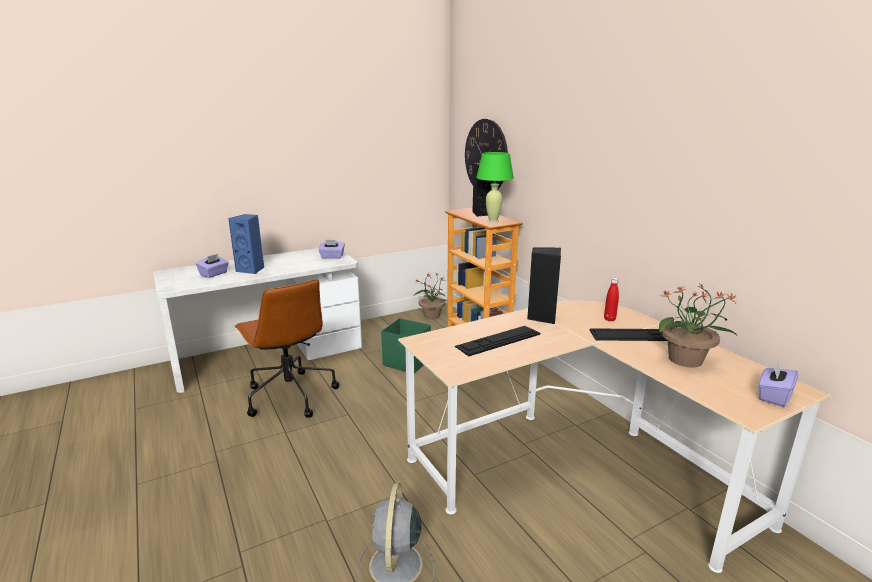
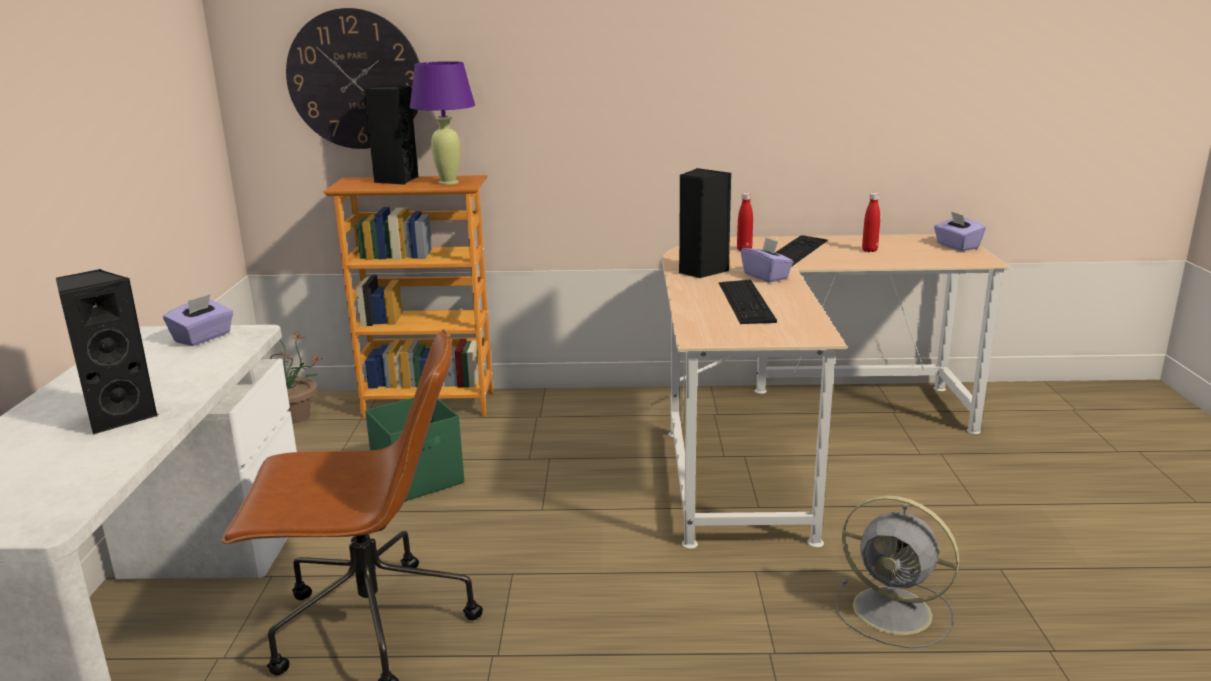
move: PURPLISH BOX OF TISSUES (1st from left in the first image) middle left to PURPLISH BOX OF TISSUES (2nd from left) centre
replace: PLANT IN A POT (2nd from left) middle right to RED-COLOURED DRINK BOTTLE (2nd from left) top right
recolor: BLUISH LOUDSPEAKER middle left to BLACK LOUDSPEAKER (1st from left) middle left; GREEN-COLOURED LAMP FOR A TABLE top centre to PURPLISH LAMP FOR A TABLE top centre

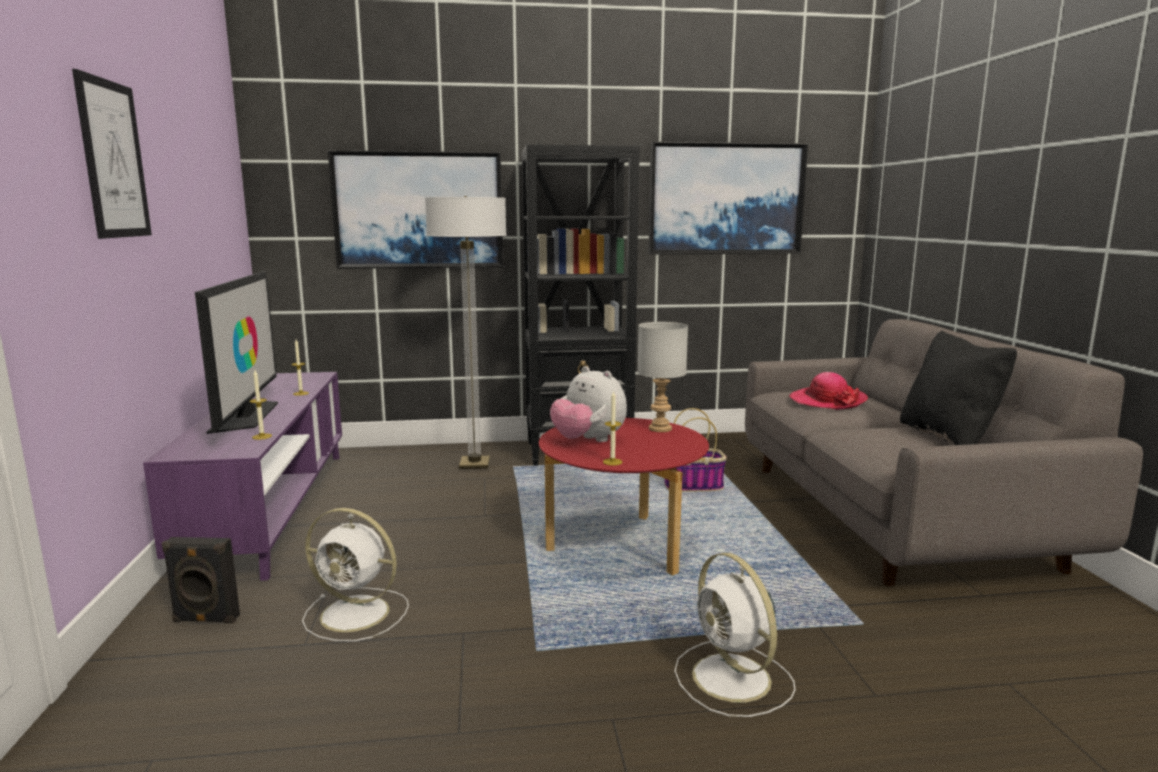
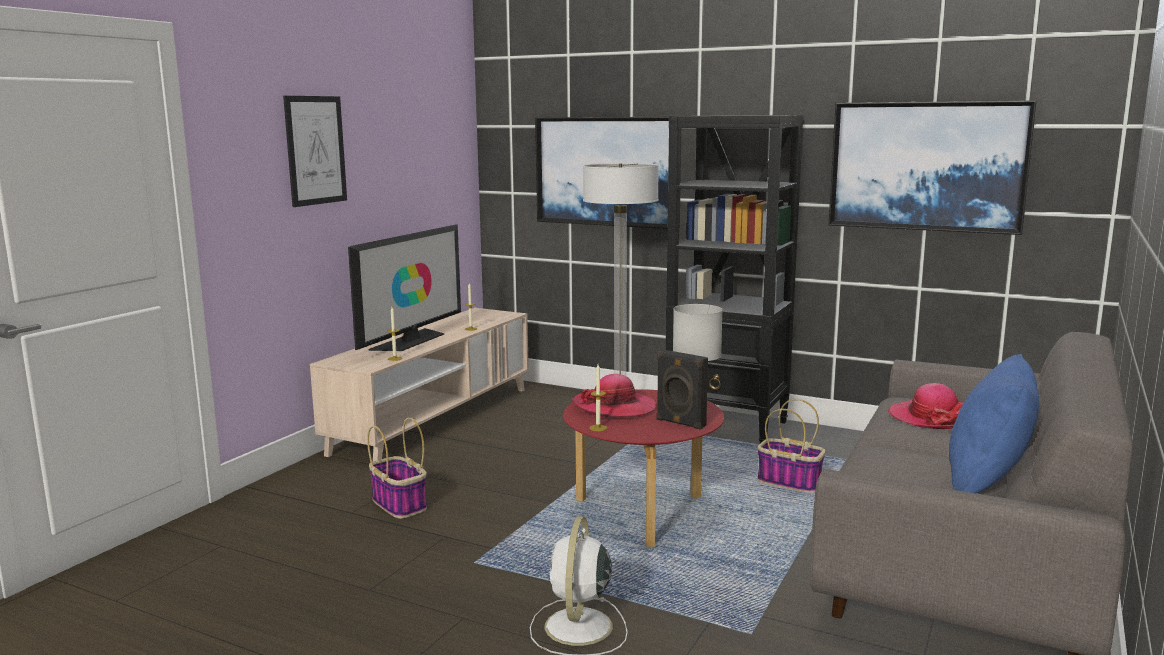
move: BLACK LOUDSPEAKER bottom left to centre
replace: WHITE-COLOURED COOLING FAN (1st from left) bottom left to HOUSEHOLD BASKET (1st from left) bottom centre; CUDDLY TOY centre to WEARABLE HAT (1st from left) centre
recolor: PURPLISH MEDIA CONSOLE middle left to BEIGE MEDIA CONSOLE centre; BLACK THROW PILLOW middle right to BLUISH THROW PILLOW middle right

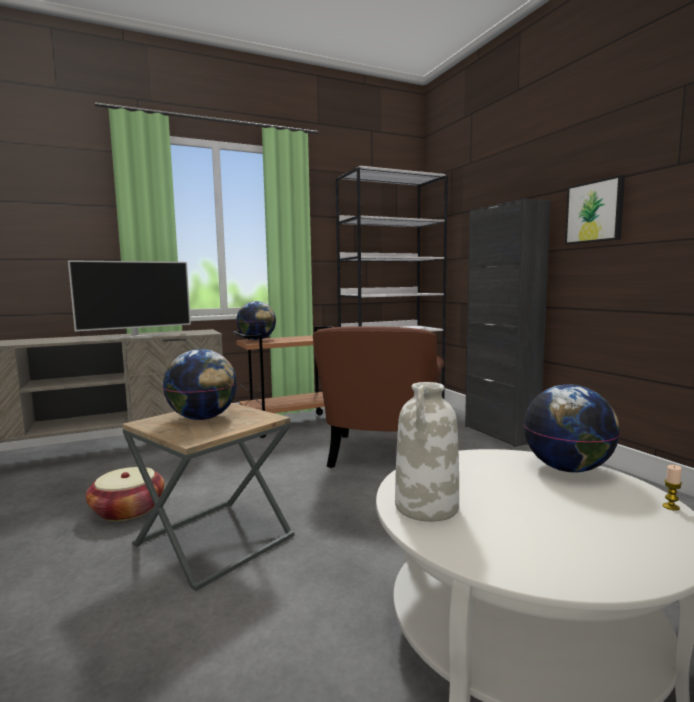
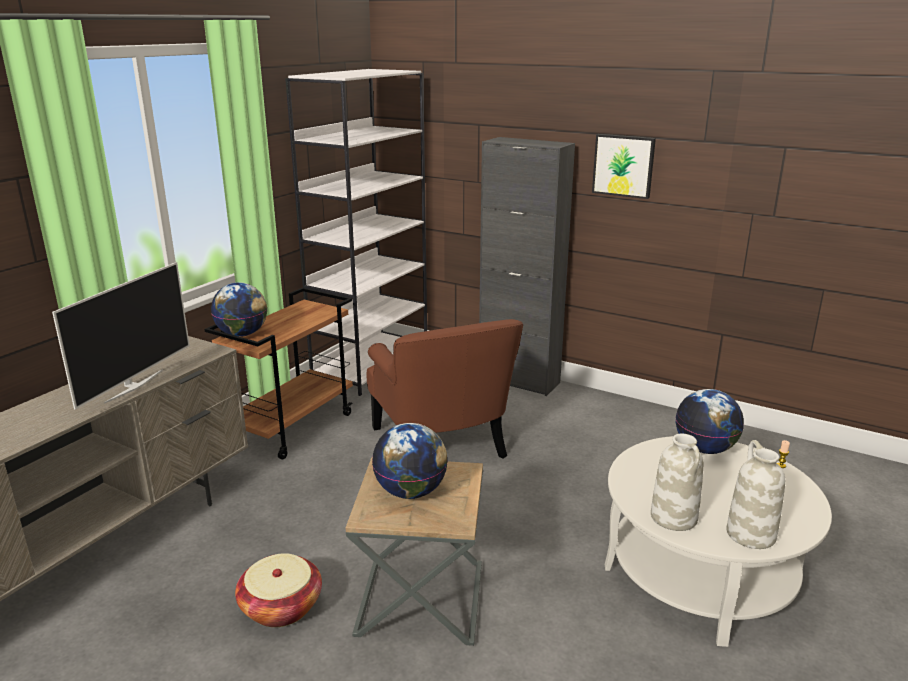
insert: WHITE-COLOURED VASE (2nd from left) bottom right

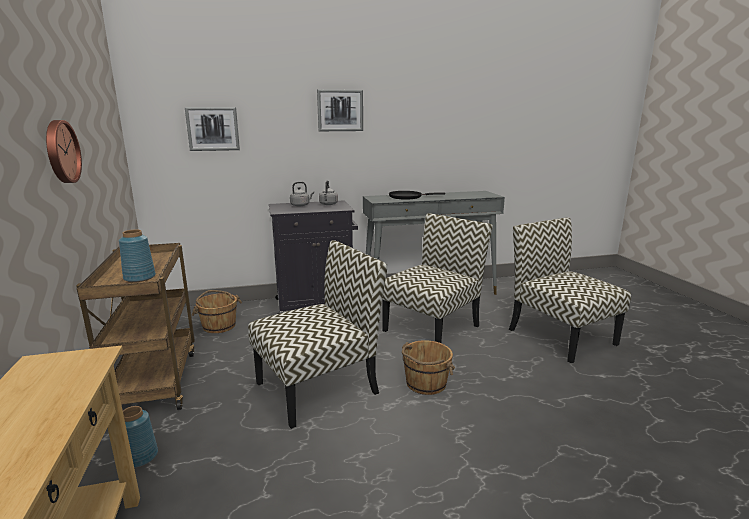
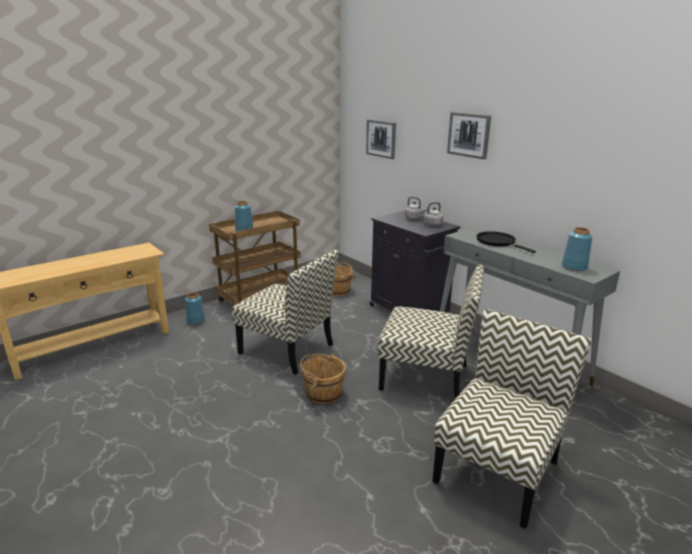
delete: HANGING CLOCK top left
insert: BLUISH VASE (3rd from left) middle right

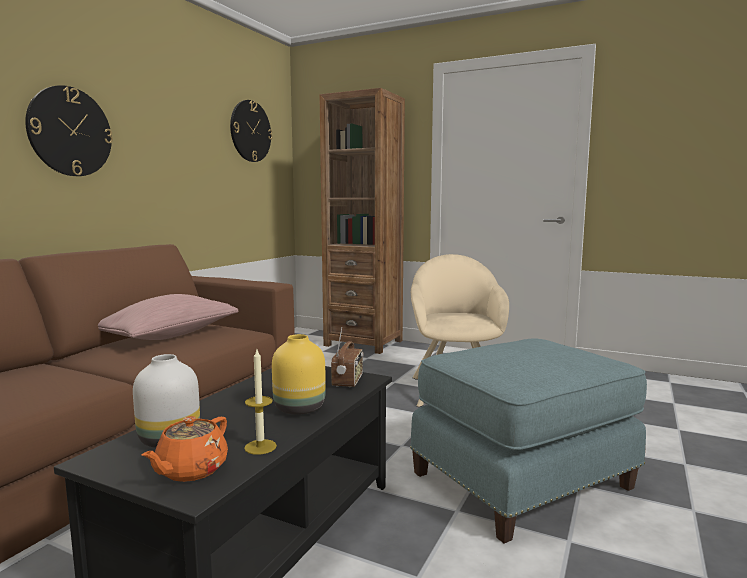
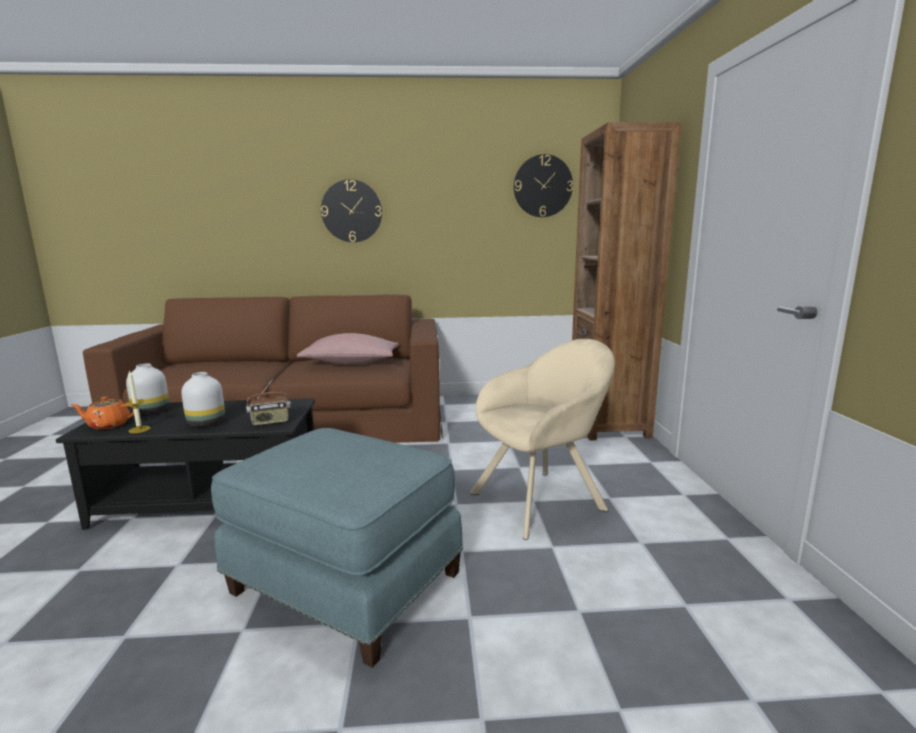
recolor: YELLOW-COLOURED VASE centre to WHITE-COLOURED VASE (2nd from left) middle left

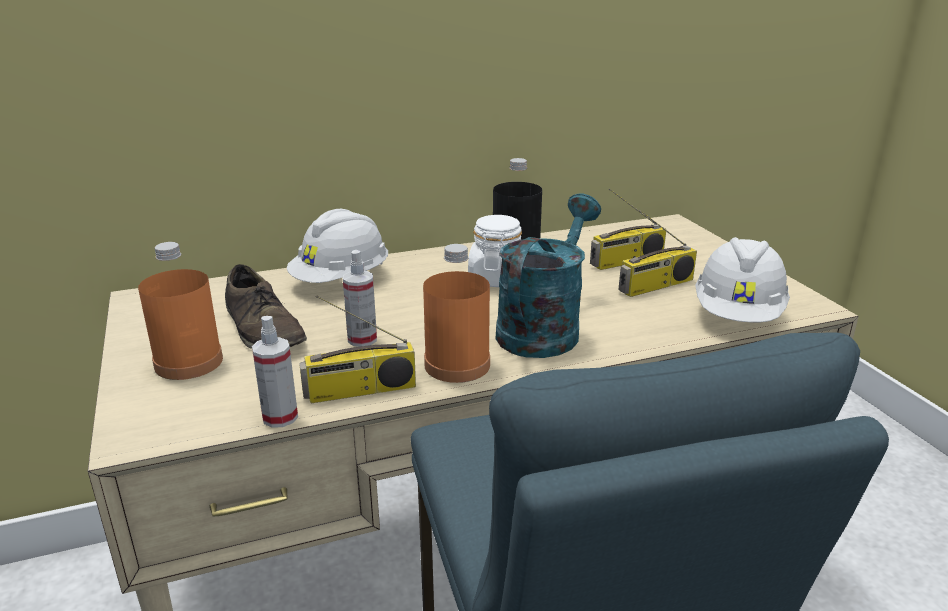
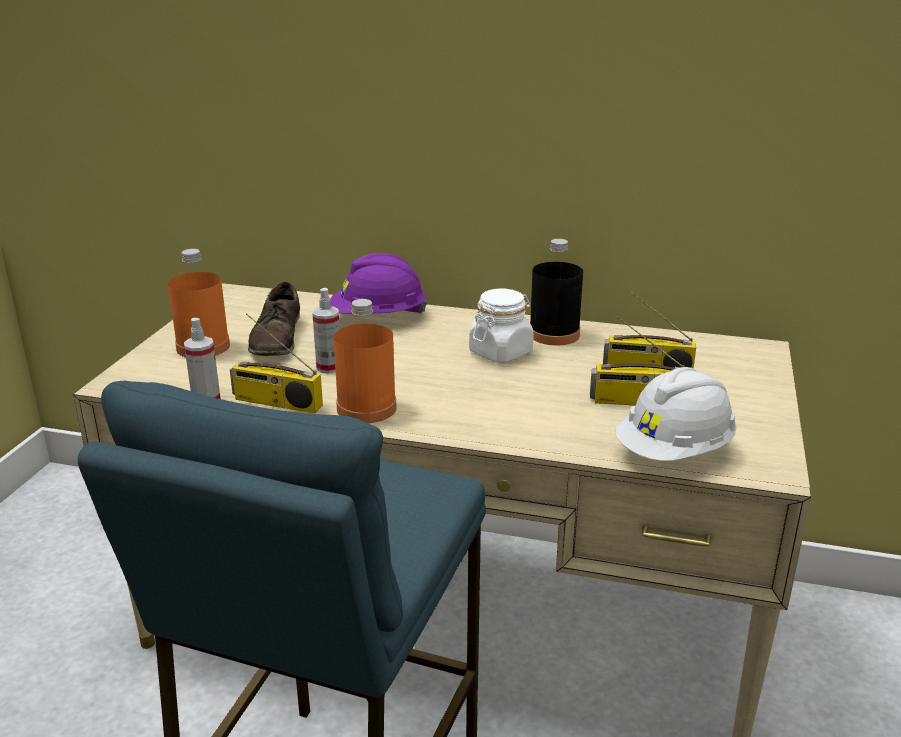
delete: TURQUOISE-COLOURED WATERING CAN centre
recolor: WHITE-COLOURED HARD HAT (1st from left) centre to PURPLISH HARD HAT centre

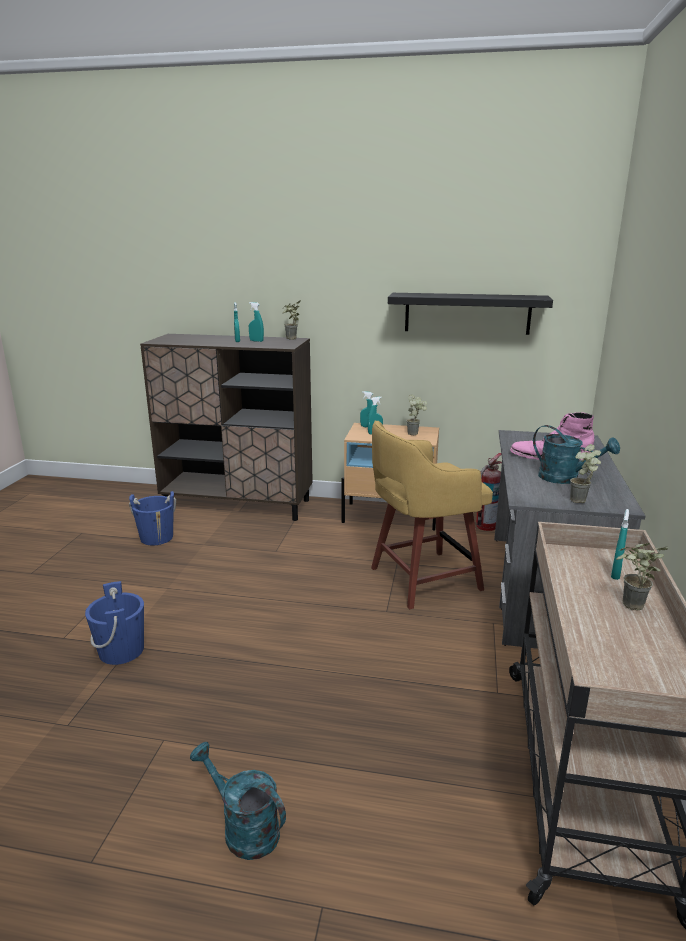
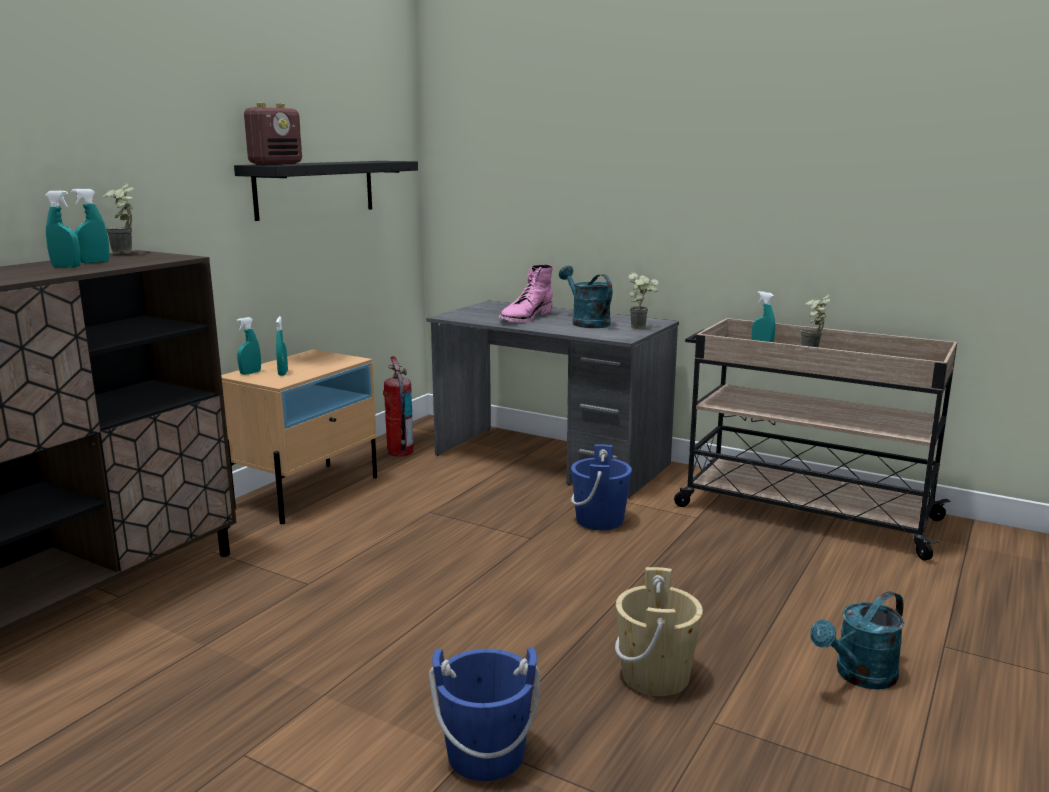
delete: YELLOW-COLOURED STOOL centre; PLANT IN A POT (2nd from left) centre
insert: RADIO SET top left; BEIGE PAIL bottom centre
move: BLUISH PAIL (2nd from left) middle left to centre
rotate: TURQUOISE-COLOURED WATERING CAN (2nd from left in the first image) middle right = centre 90 degrees counterclockwise

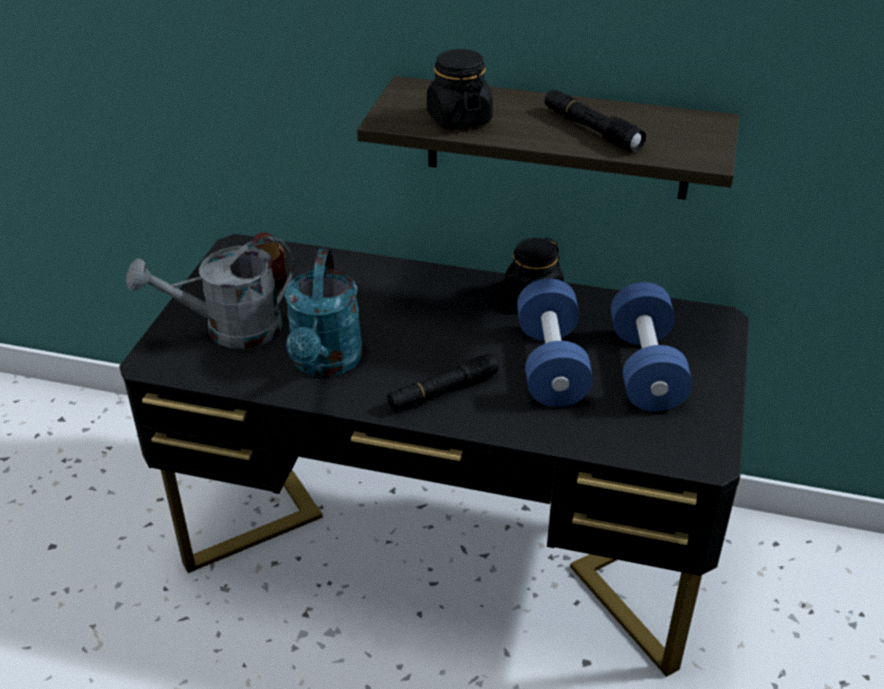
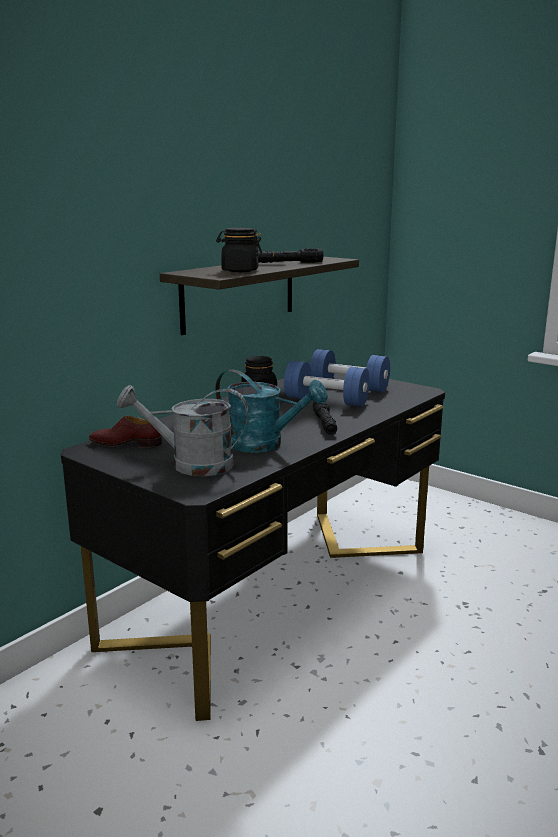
rotate: GREY WATERING CAN middle left = middle left 90 degrees clockwise

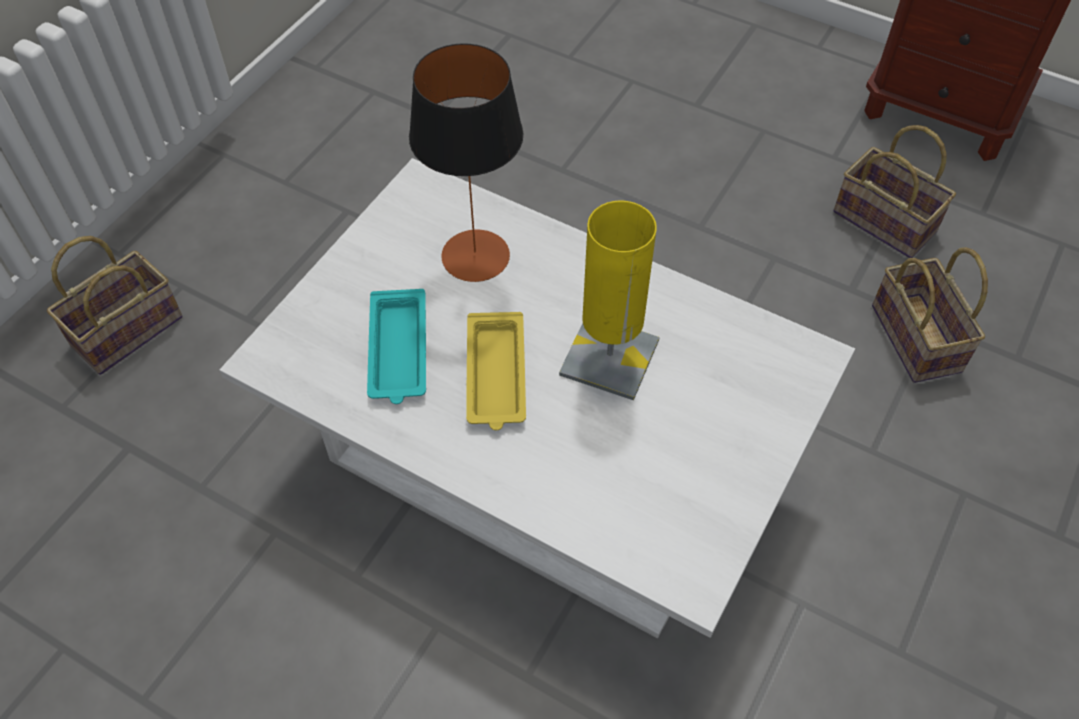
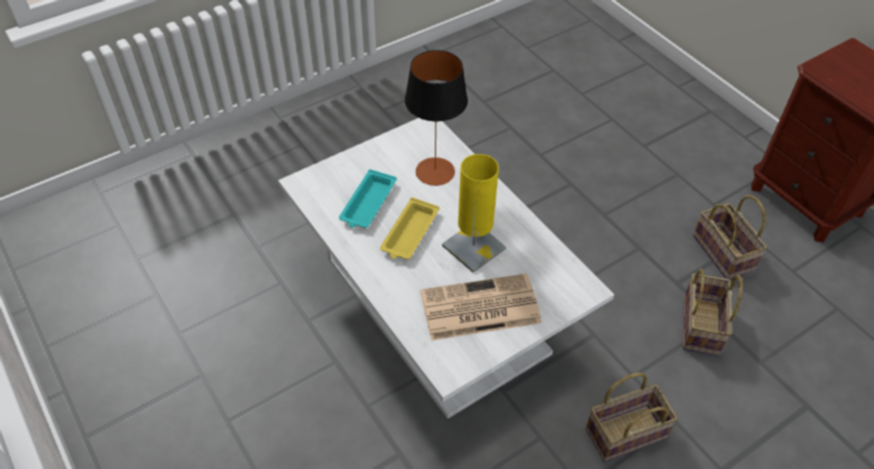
insert: PRINTED PAPER centre
move: HOUSEHOLD BASKET (1st from left) middle left to bottom right

